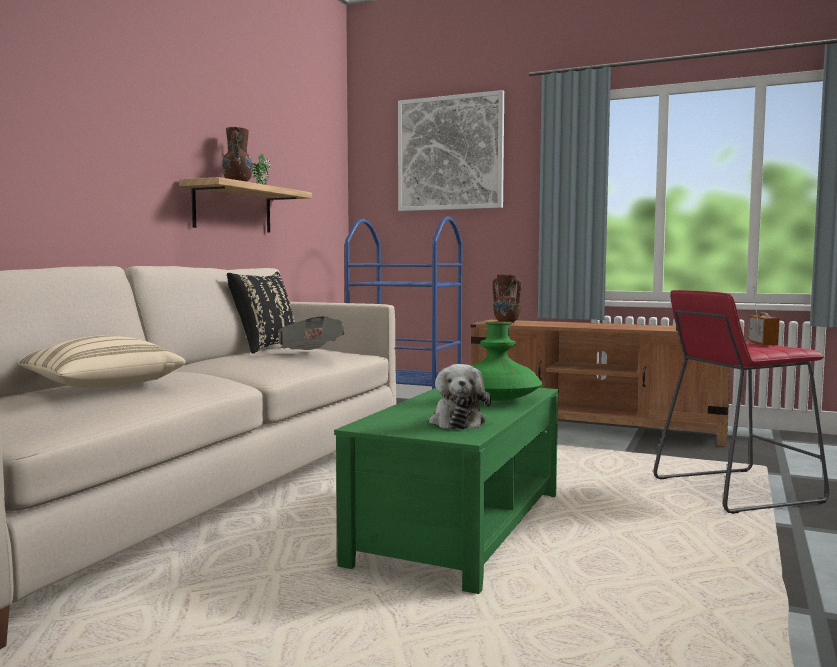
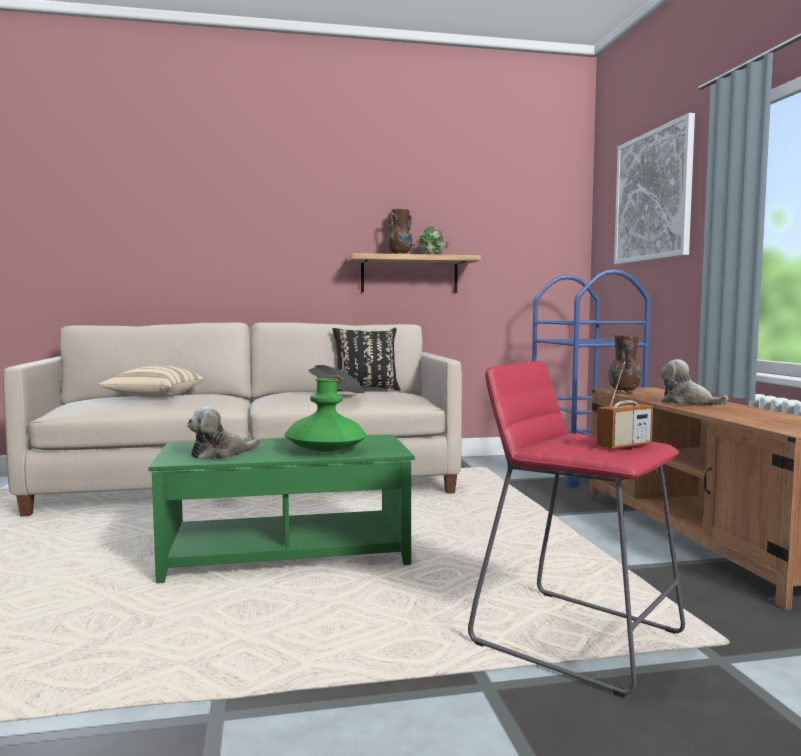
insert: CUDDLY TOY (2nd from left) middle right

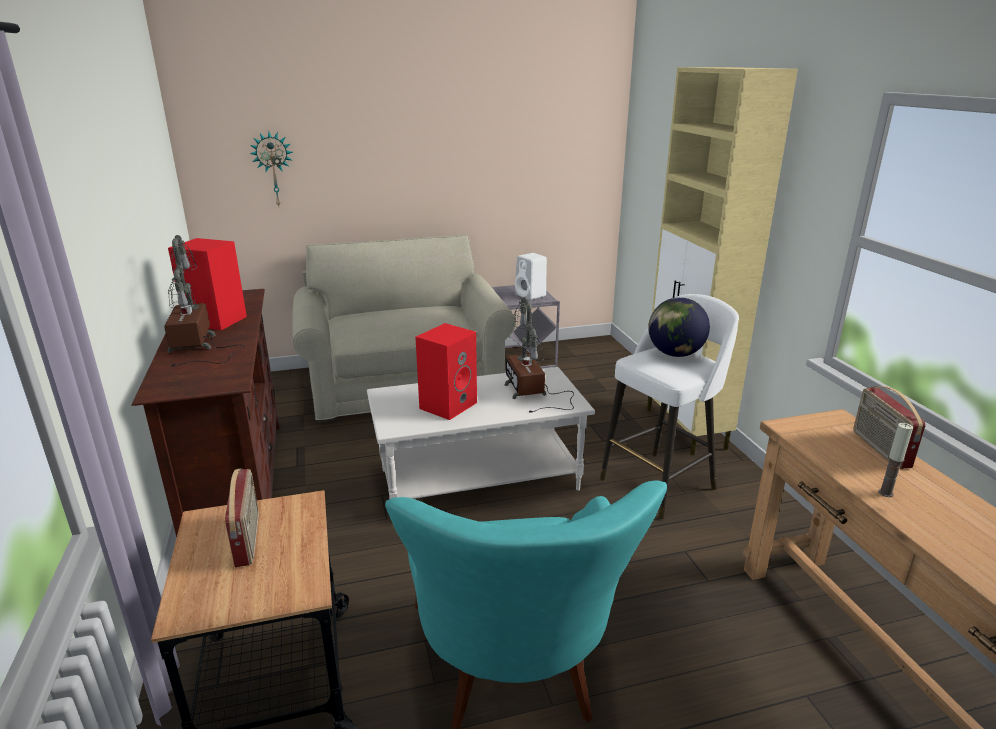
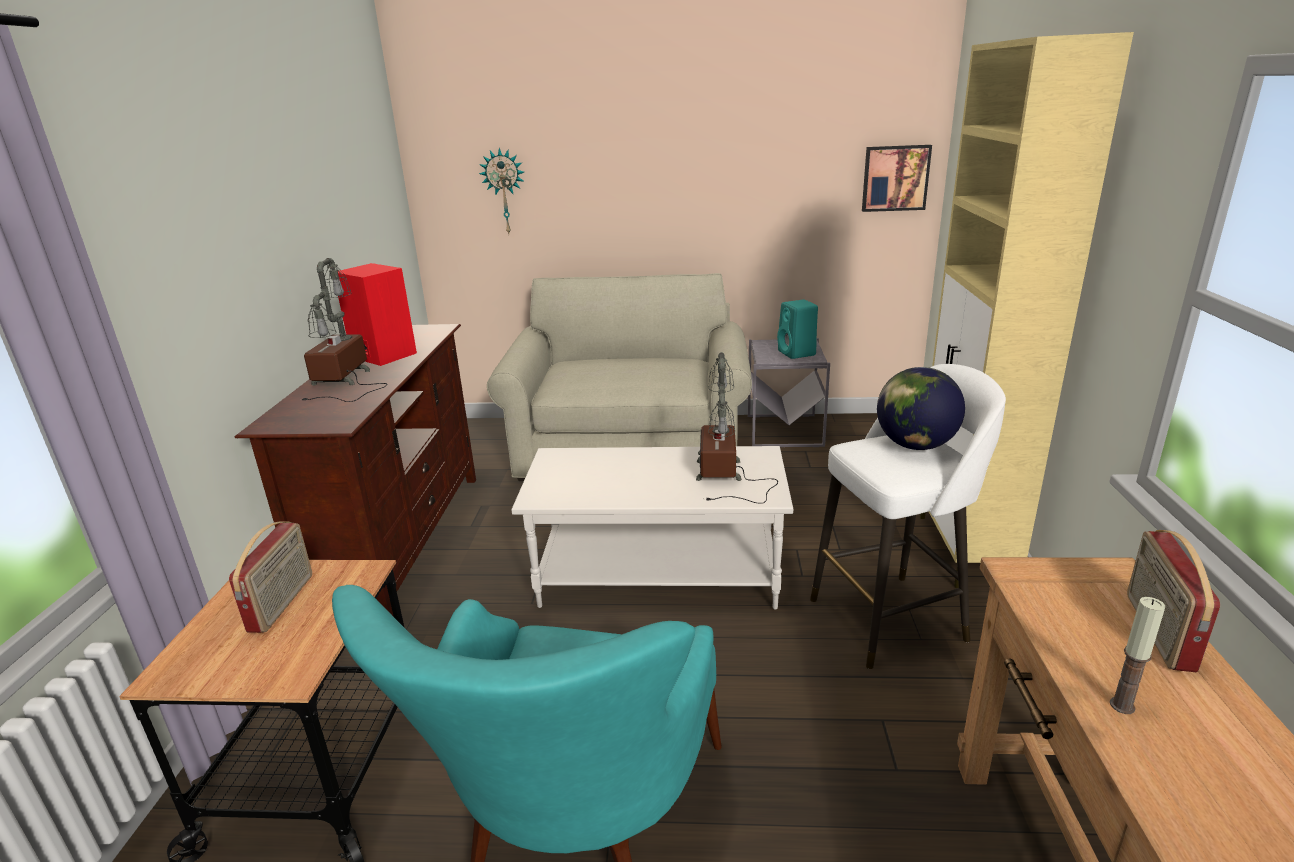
delete: RED-COLOURED LOUDSPEAKER (2nd from left) centre
insert: WALL PICTURE top right
recolor: WHITE-COLOURED LOUDSPEAKER centre to TURQUOISE-COLOURED LOUDSPEAKER centre

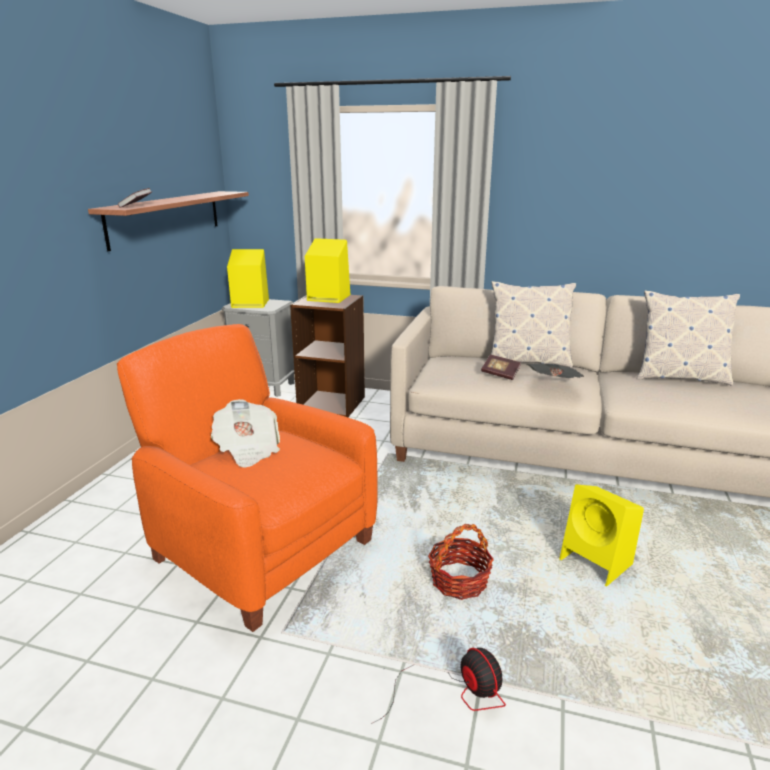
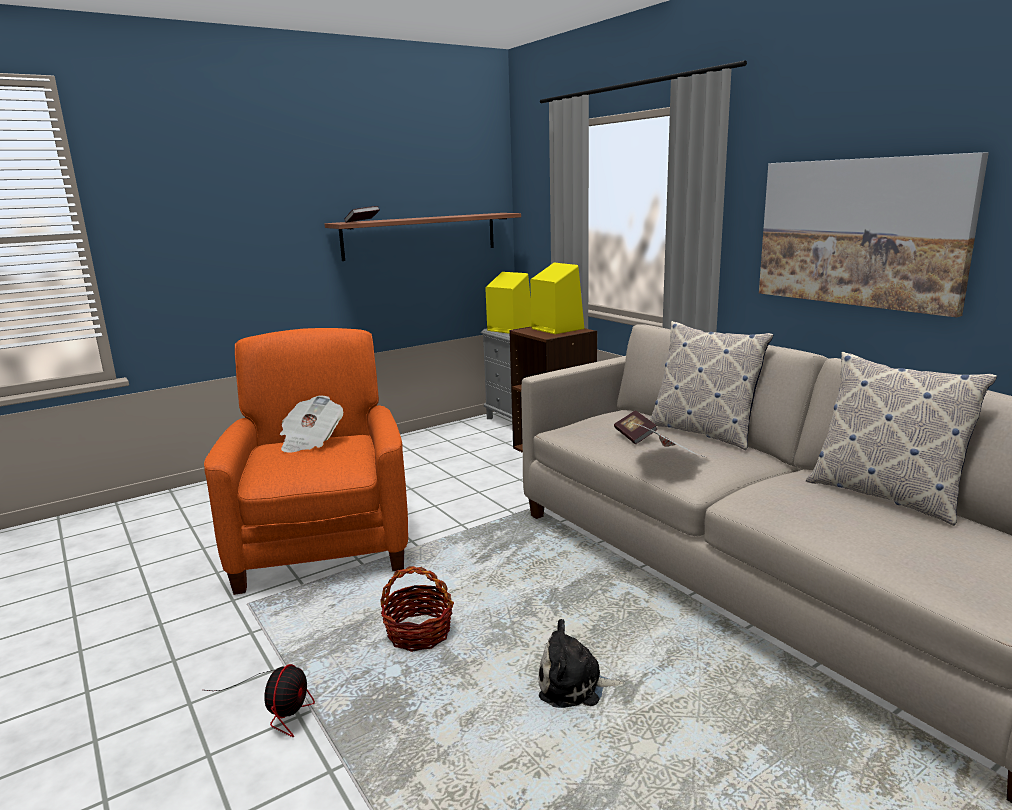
insert: WALL PICTURE top right
replace: YELLOW-COLOURED LOUDSPEAKER (3rd from left) bottom right to CUDDLY TOY bottom centre

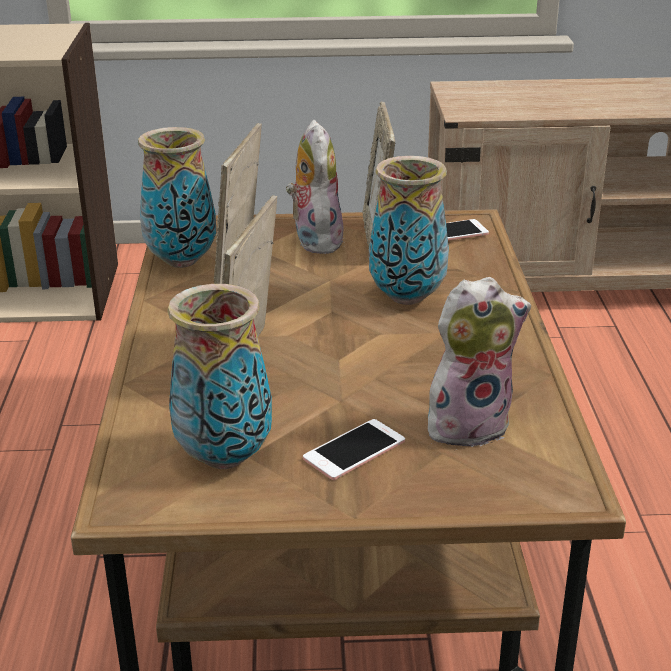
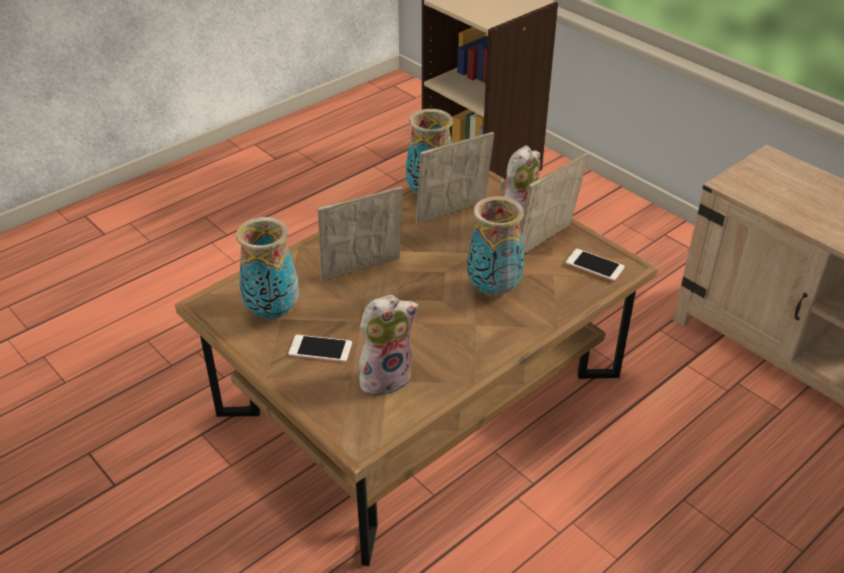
rotate: CUDDLY TOY (2nd from left in the first image) middle right = centre 60 degrees counterclockwise

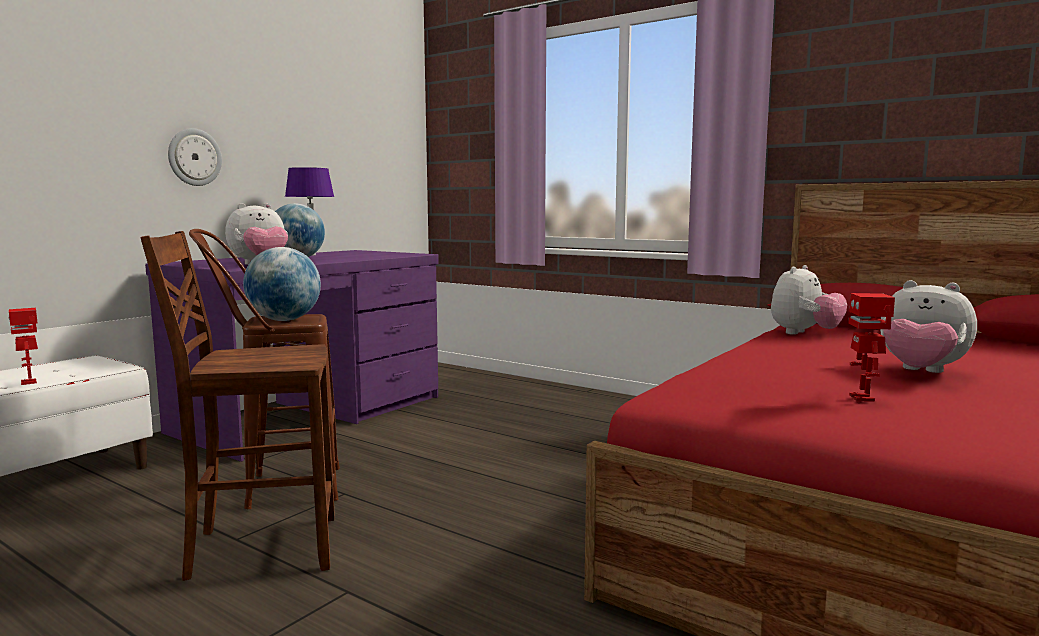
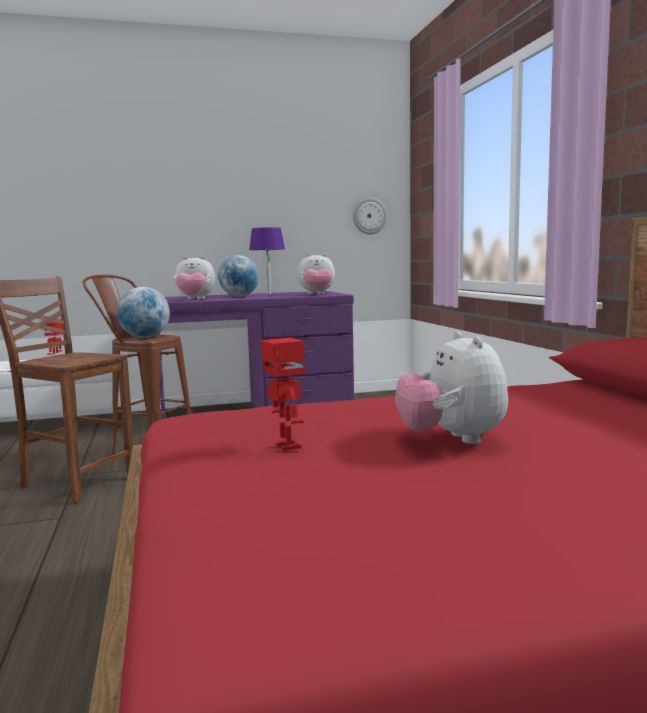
move: HANGING CLOCK top left to top centre; CUDDLY TOY (2nd from left) middle right to centre
rotate: MODEL ROBOT (2nd from left) middle right = centre 105 degrees clockwise

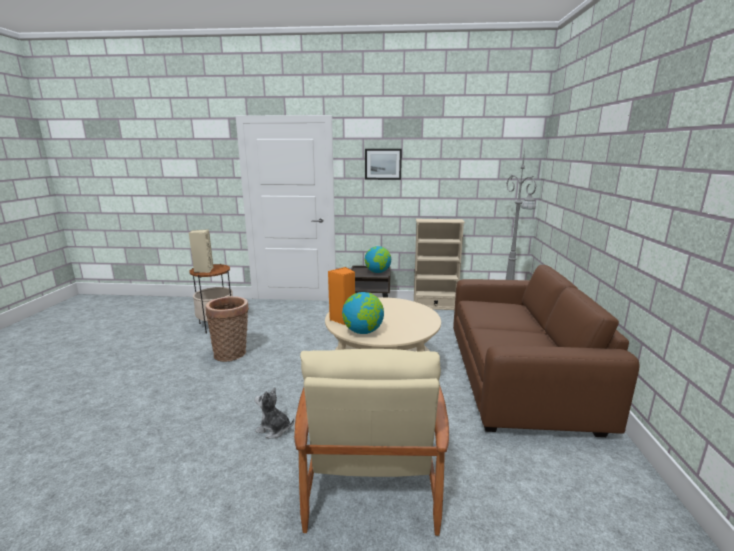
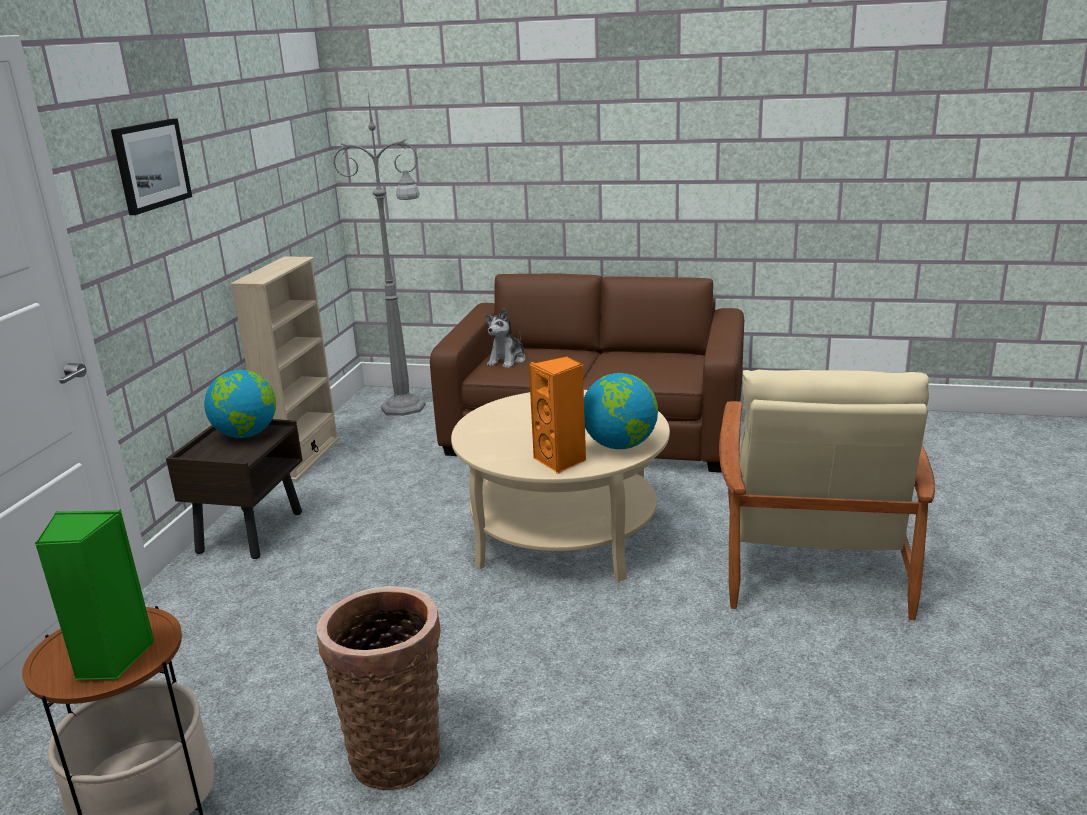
move: CUDDLY TOY bottom centre to centre
recolor: BEIGE LOUDSPEAKER middle left to GREEN-COLOURED LOUDSPEAKER bottom left
rotate: BEIGE ARMCHAIR bottom centre = middle right 90 degrees clockwise

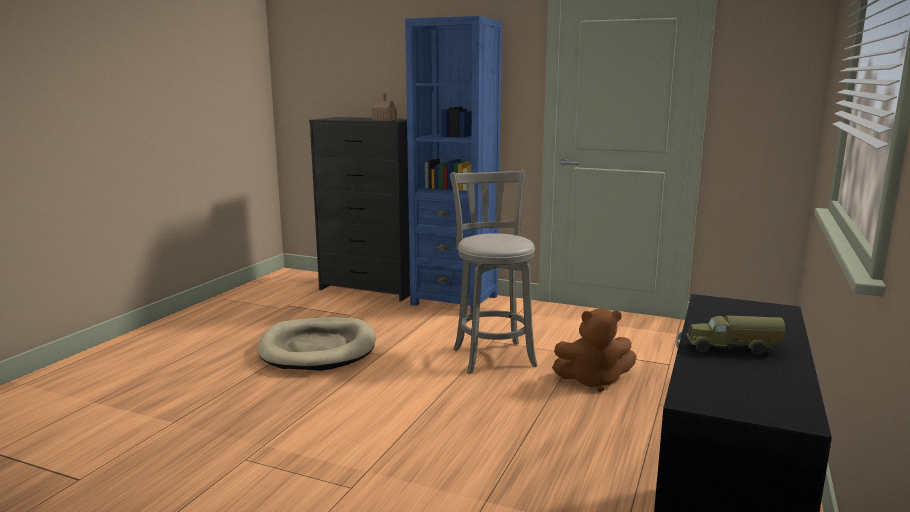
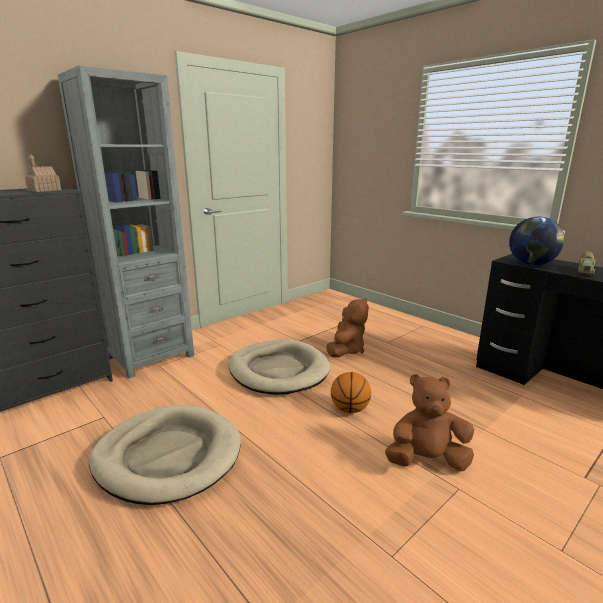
insert: BASKETBALL BALL centre; BROWN-COLOURED CUDDLY TOY (2nd from left) bottom right; WORLD GLOBE middle right
replace: GREY STOOL centre to BEIGE DOG CUSHION (2nd from left) centre
recolor: BLUISH SHELVING UNIT top centre to GREY SHELVING UNIT middle left

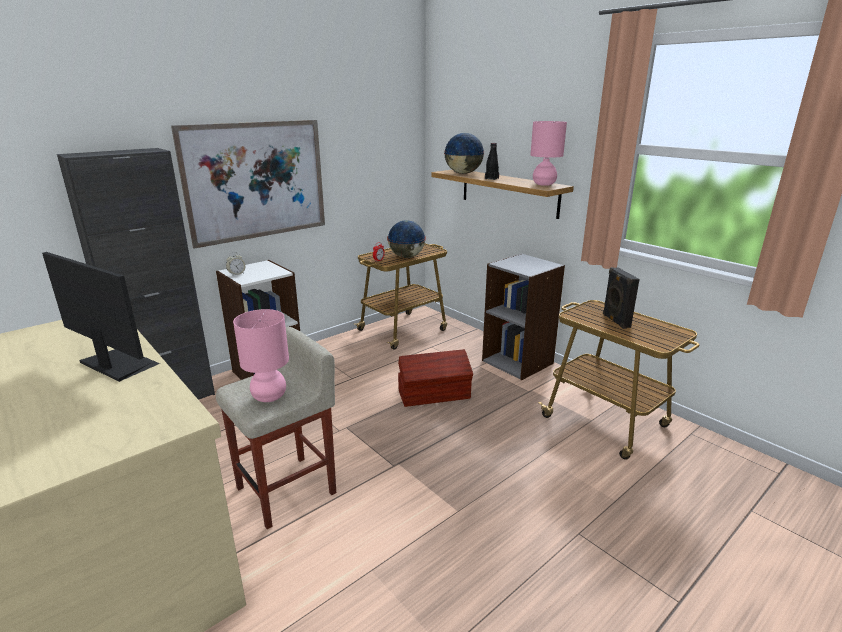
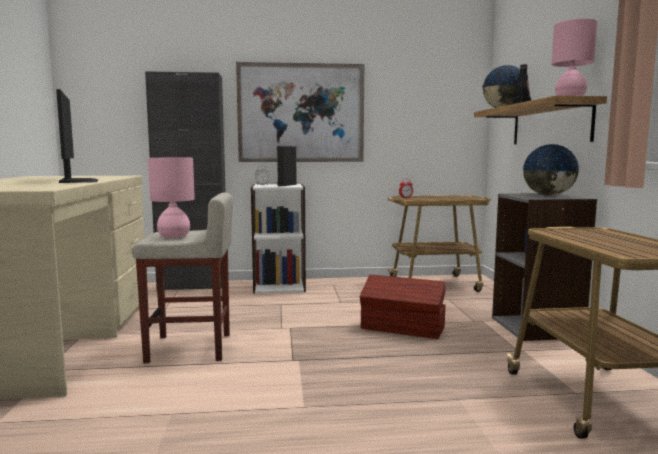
move: WORLD GLOBE (1st from left in the first image) centre to WORLD GLOBE (2nd from left) middle right; BLACK LOUDSPEAKER middle right to centre

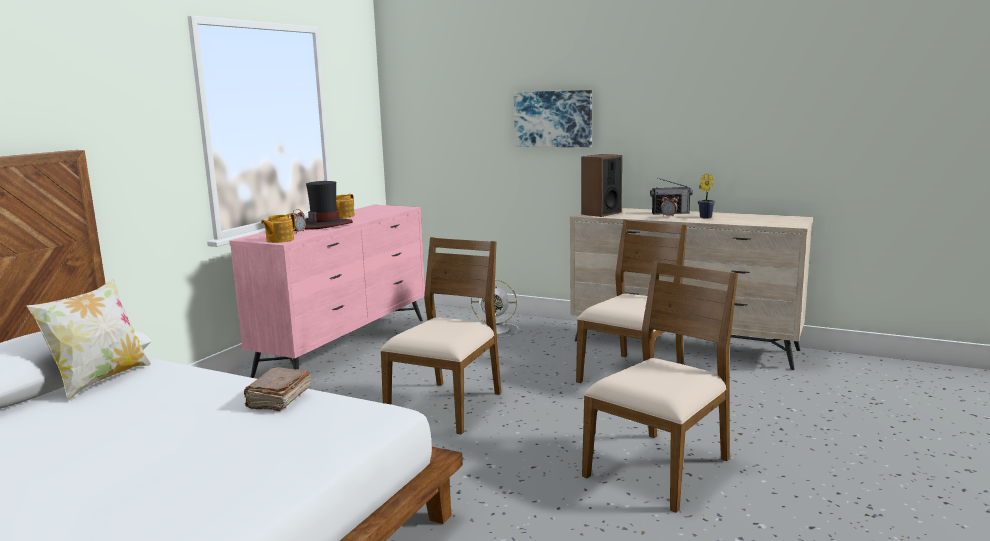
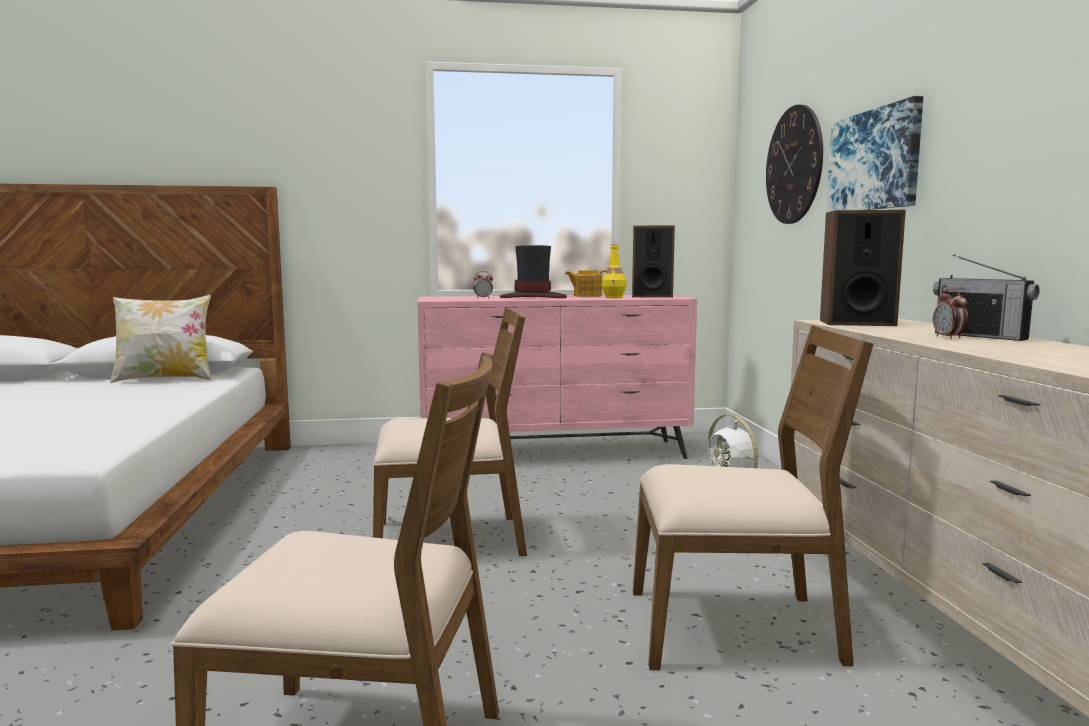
delete: BROWN-COLOURED BOUND BOOK bottom left; POT FOR TEA (1st from left) middle left; PLANT IN A POT middle right
insert: YELLOW-COLOURED DRINK BOTTLE centre; LOUDSPEAKER (1st from left) centre; HANGING CLOCK top right

